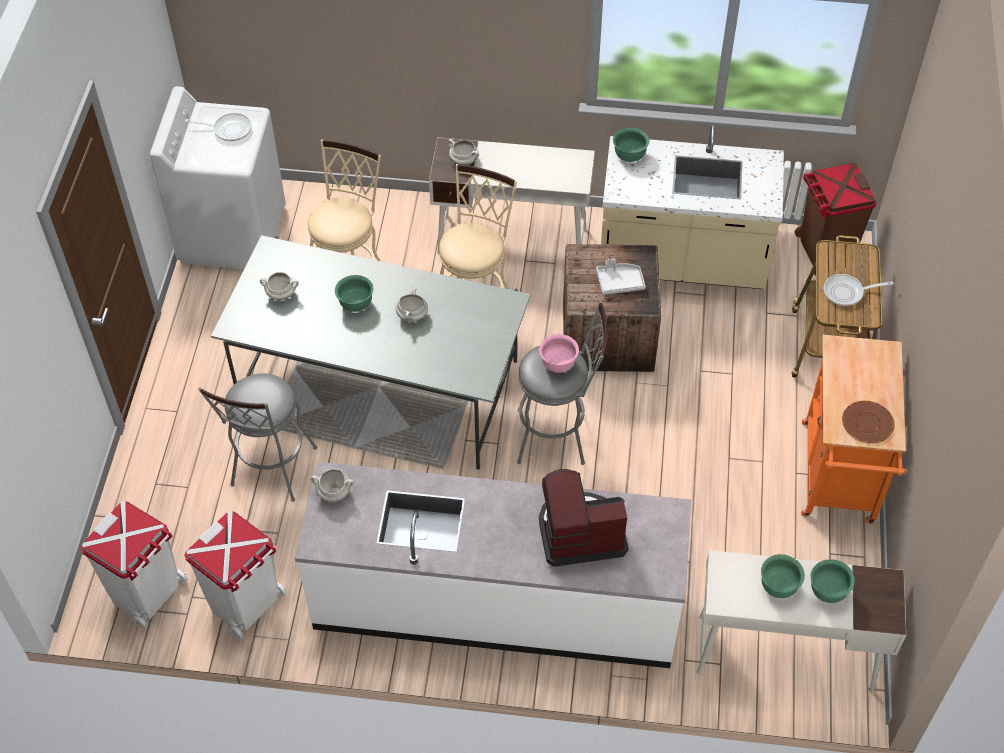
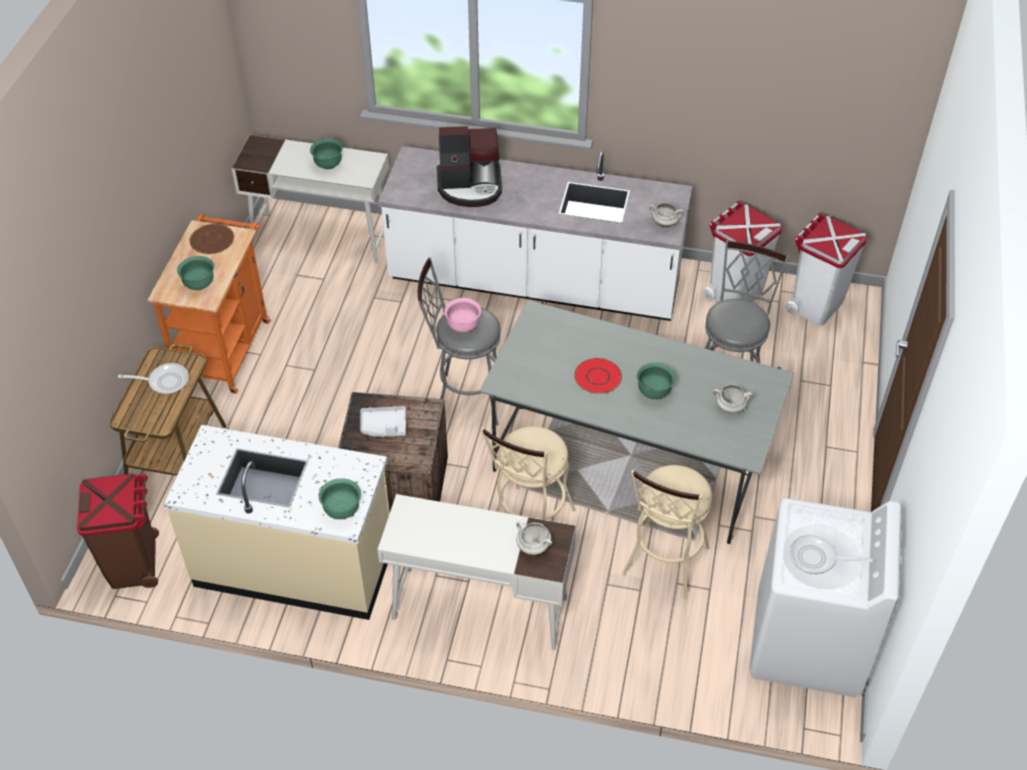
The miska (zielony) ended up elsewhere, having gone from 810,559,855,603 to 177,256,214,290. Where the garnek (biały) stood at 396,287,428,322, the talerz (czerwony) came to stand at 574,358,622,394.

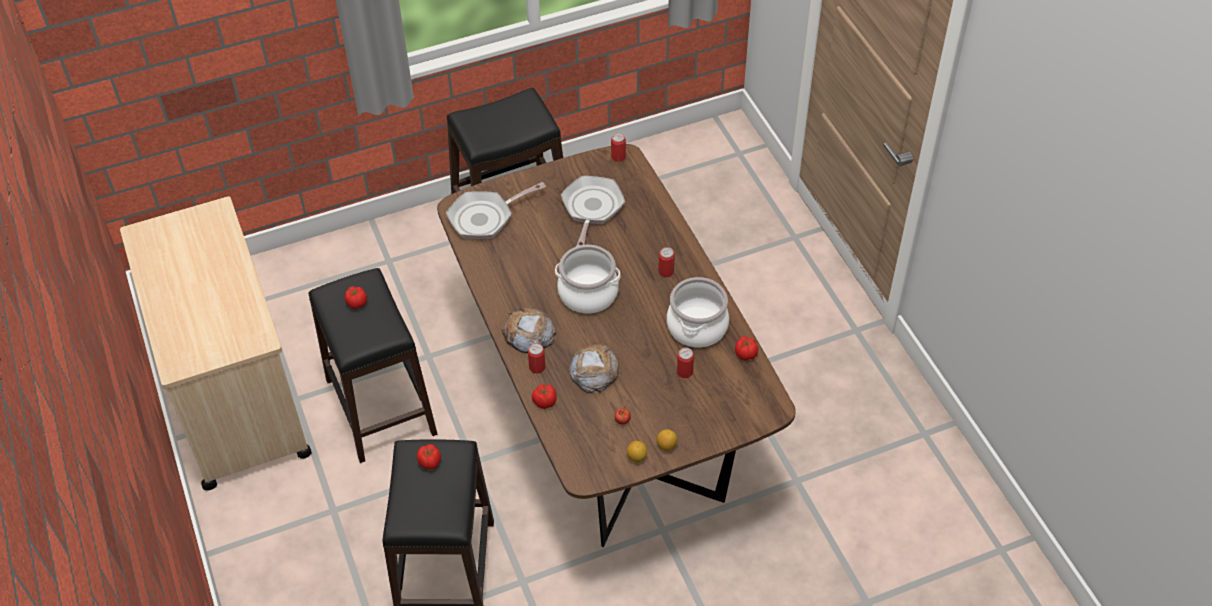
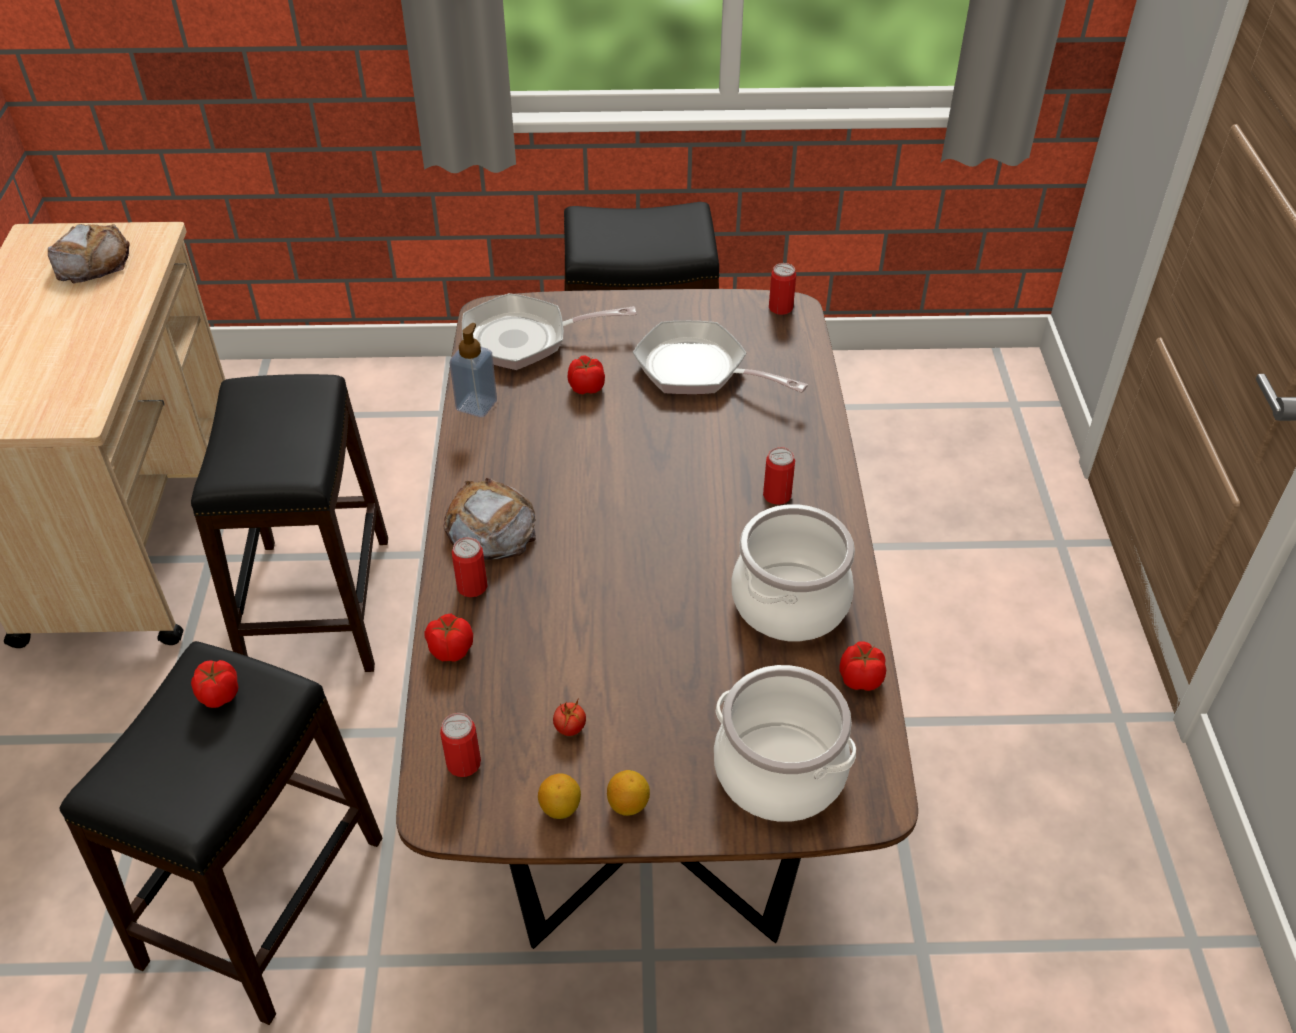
The chleb ended up elsewhere, having gone from 569,343,622,393 to 48,224,130,284. The puszka ended up elsewhere, having gone from 677,348,694,378 to 440,713,481,777. The second view gained the dozownik mydła at 450,323,497,417. The pomidor ended up elsewhere, having gone from 345,286,367,309 to 568,355,605,394. The patelnia at 561,176,625,246 ended up facing another way, 90 degrees counterclockwise from before. The garnek ended up elsewhere, having gone from 555,245,621,313 to 714,665,856,822.

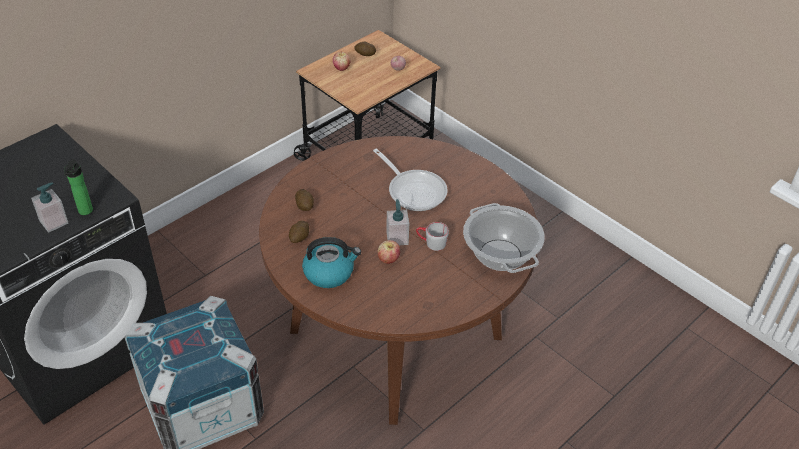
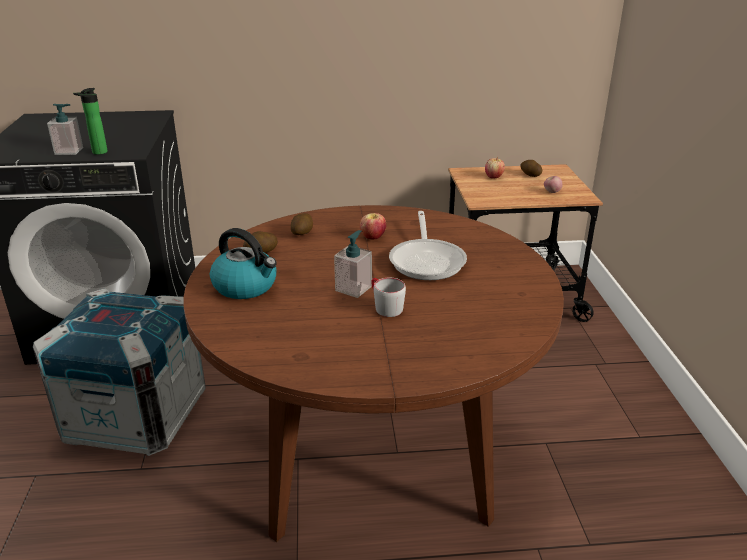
The jabłko ended up elsewhere, having gone from 378,240,400,264 to 360,213,386,240. The second view lost the garnek at 463,203,545,273.

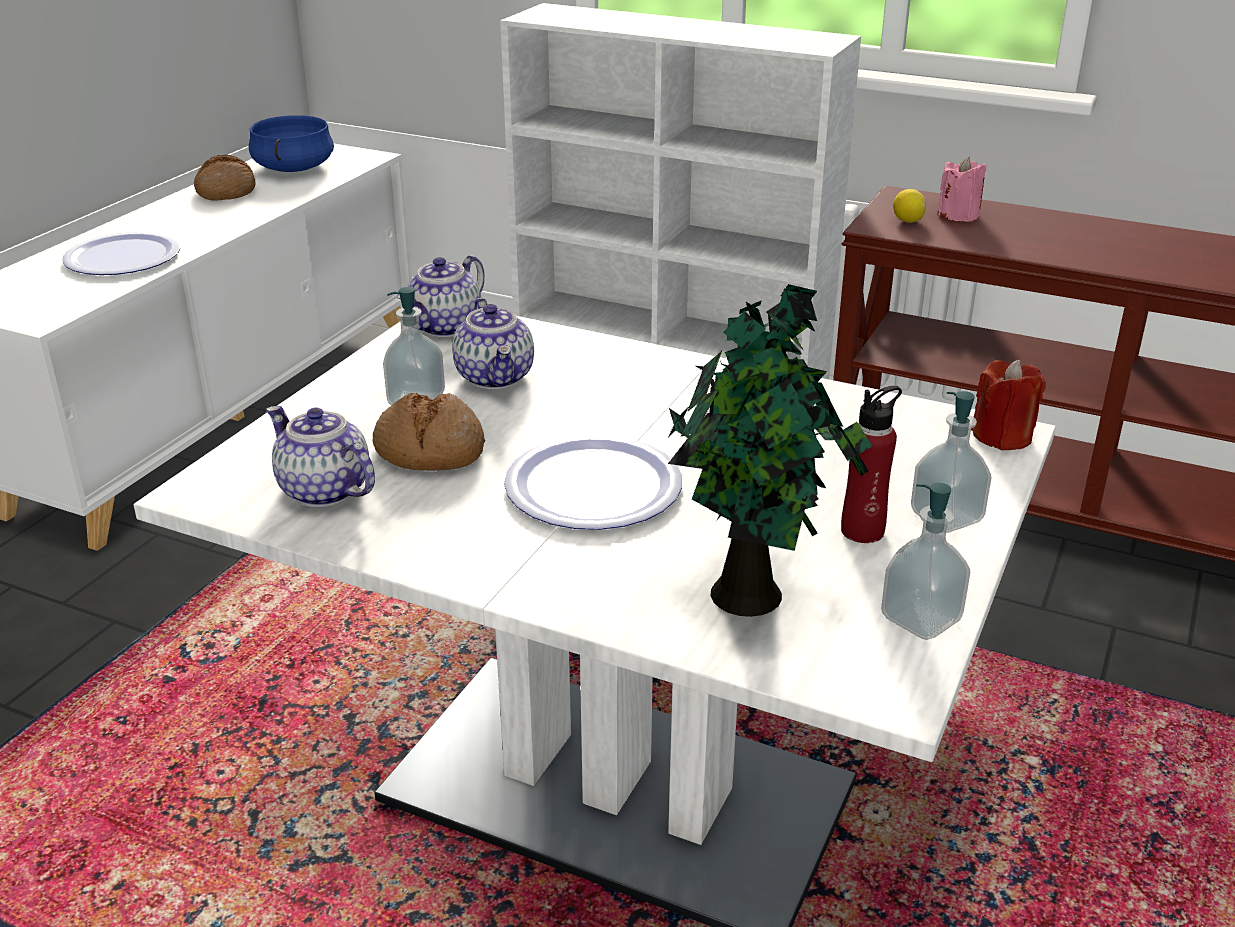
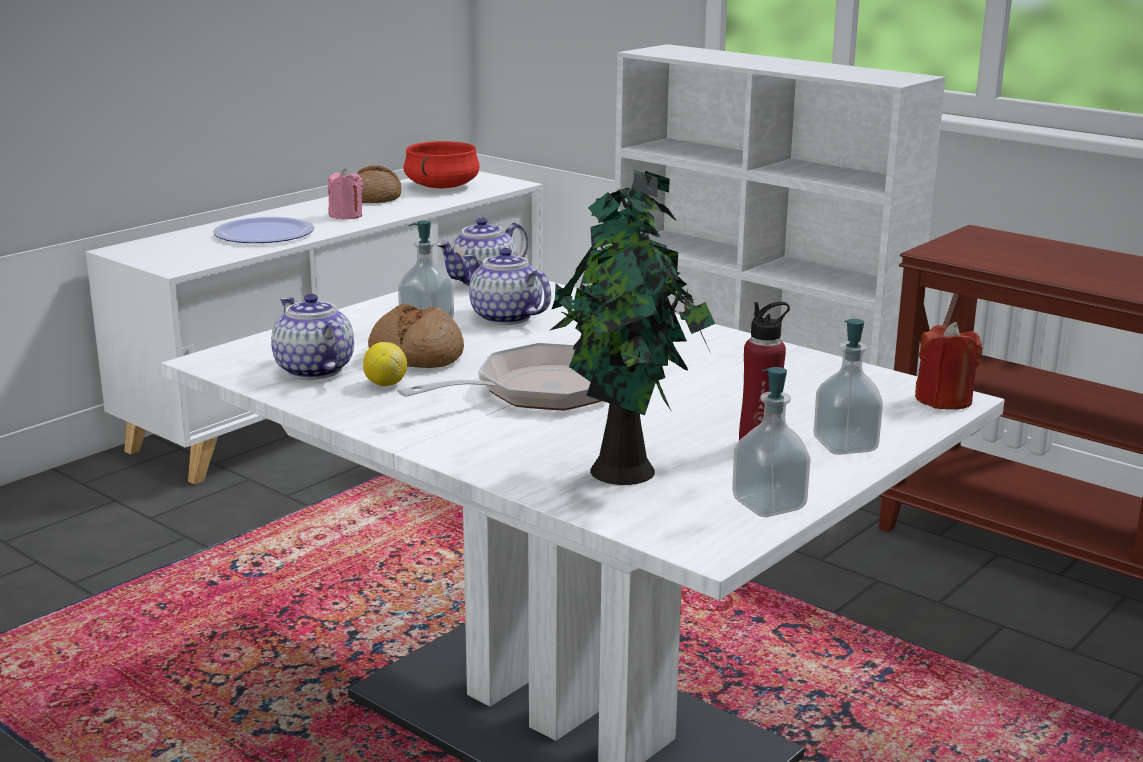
The świeca (różowy) ended up elsewhere, having gone from 937,156,987,222 to 328,168,363,220. The cytryna ended up elsewhere, having gone from 893,189,926,223 to 363,342,407,386. Where the talerz stood at 504,435,682,530, the patelnia came to stand at 397,343,601,410. What was the garnek (niebieski) at 249,115,334,172 turned into the garnek (czerwony) at 404,141,479,188. The imbryk at 452,298,534,389 ended up facing another way, 135 degrees clockwise from before.

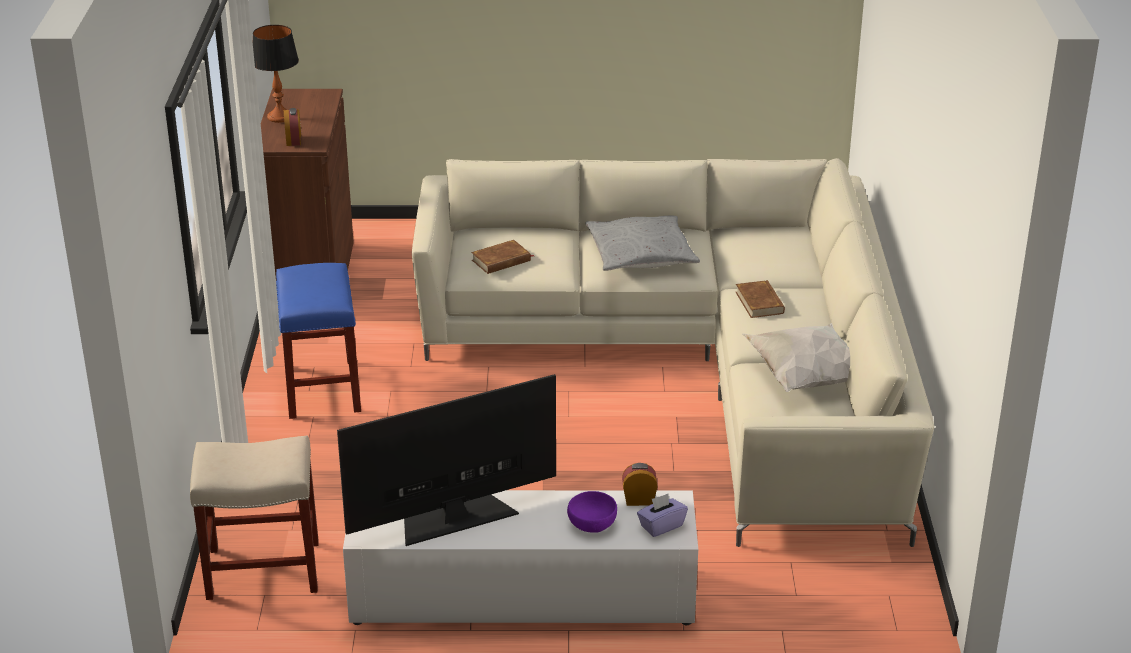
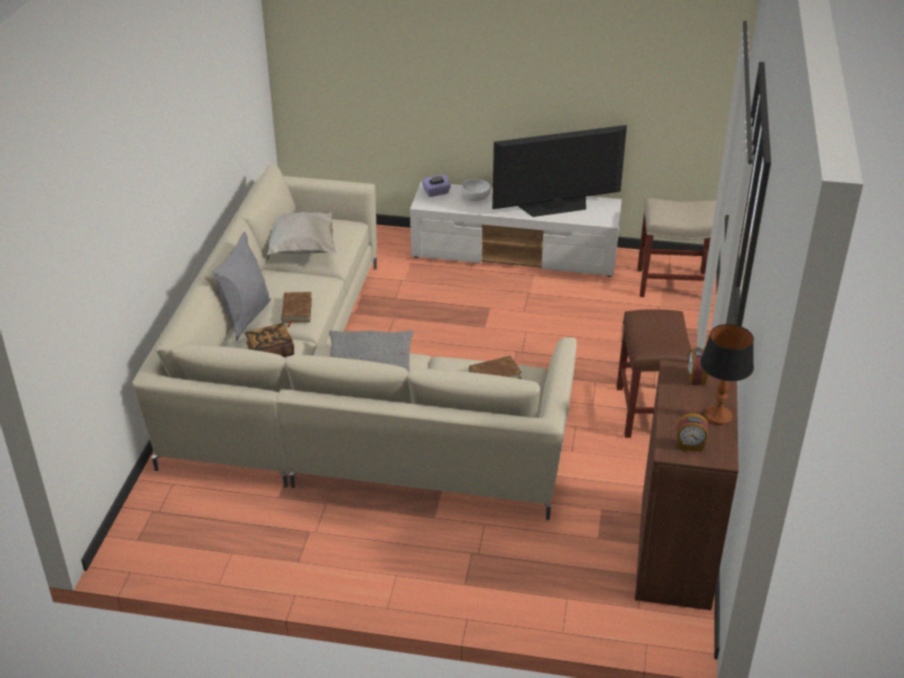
The second view gained the poduszka (szary) at 211,231,271,341. The second view gained the książka at 245,323,294,357. What was the miska (fioletowy) at 567,491,617,533 turned into the miska (biały) at 462,179,491,201. What was the stołek (niebieski) at 276,263,361,419 turned into the stołek (brązowy) at 616,309,691,438. The budzik ended up elsewhere, having gone from 622,463,658,506 to 677,413,708,452.

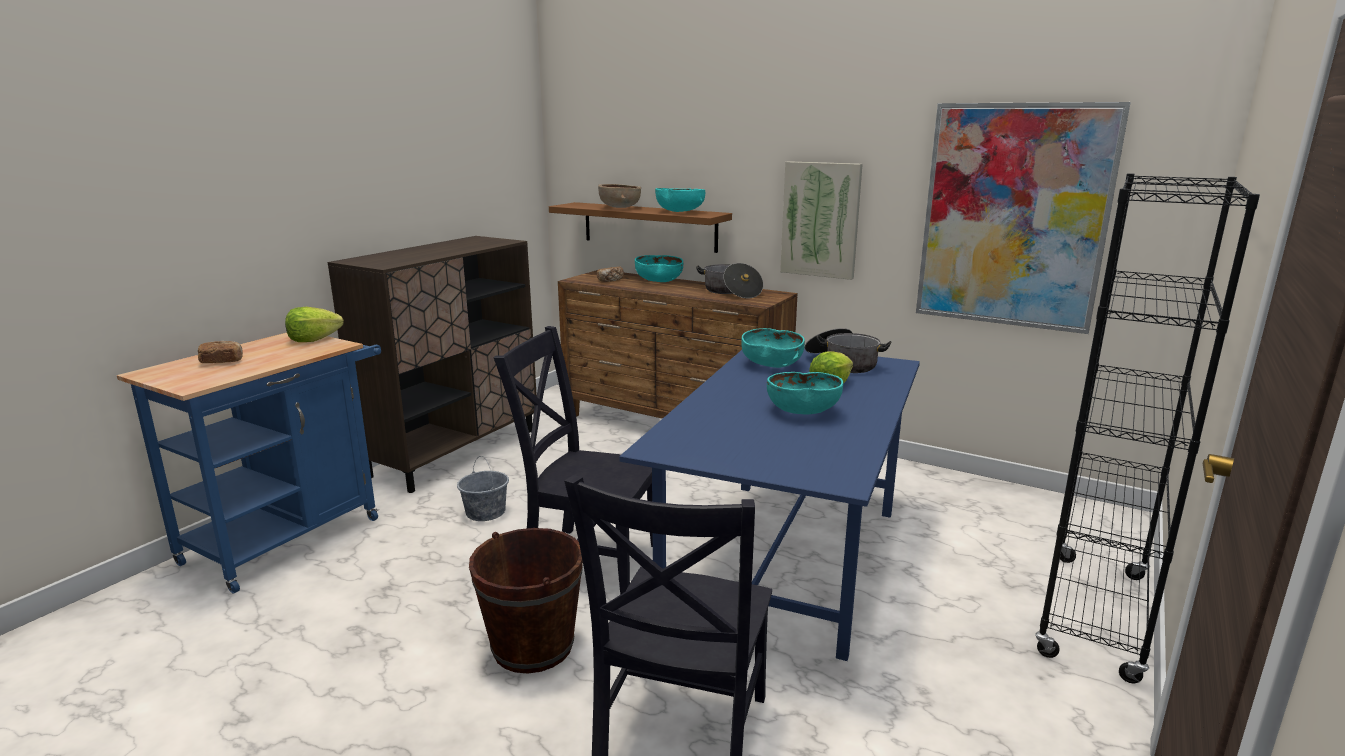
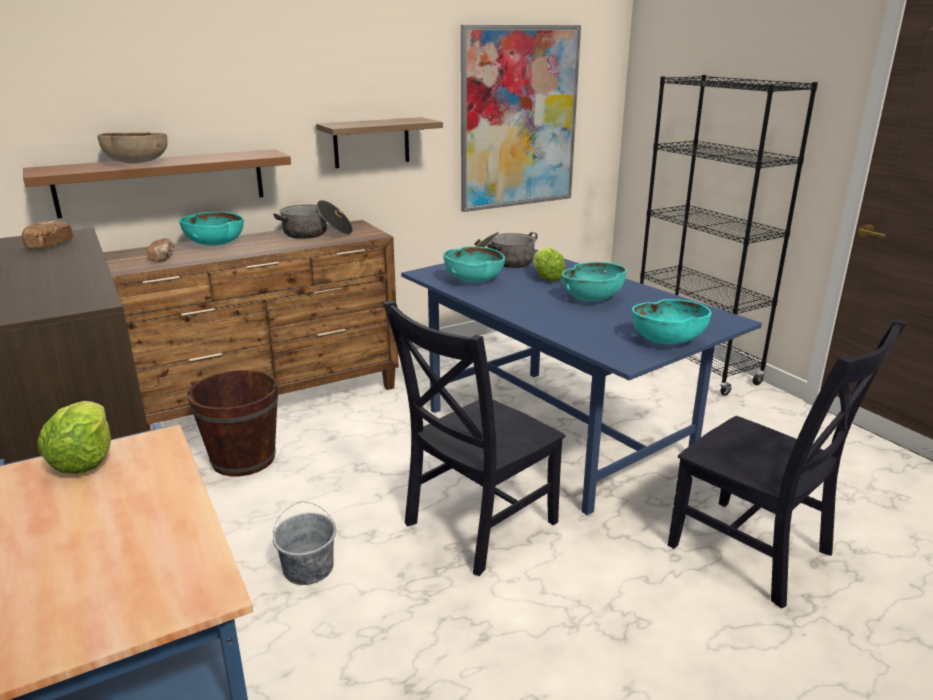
The chleb ended up elsewhere, having gone from 198,341,243,363 to 22,221,73,250. The wiadro (brązowy) ended up elsewhere, having gone from 469,528,583,674 to 187,370,278,476. Where the obraz hung at 780,161,863,280, the półka came to hang at 316,117,443,168. The miska (turkusowy) ended up elsewhere, having gone from 655,188,705,212 to 632,299,712,344.

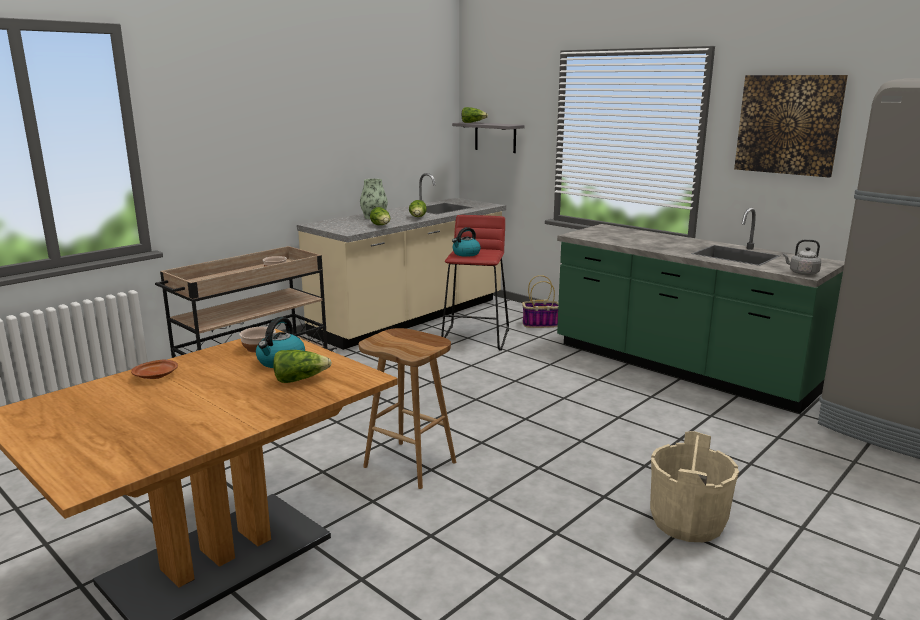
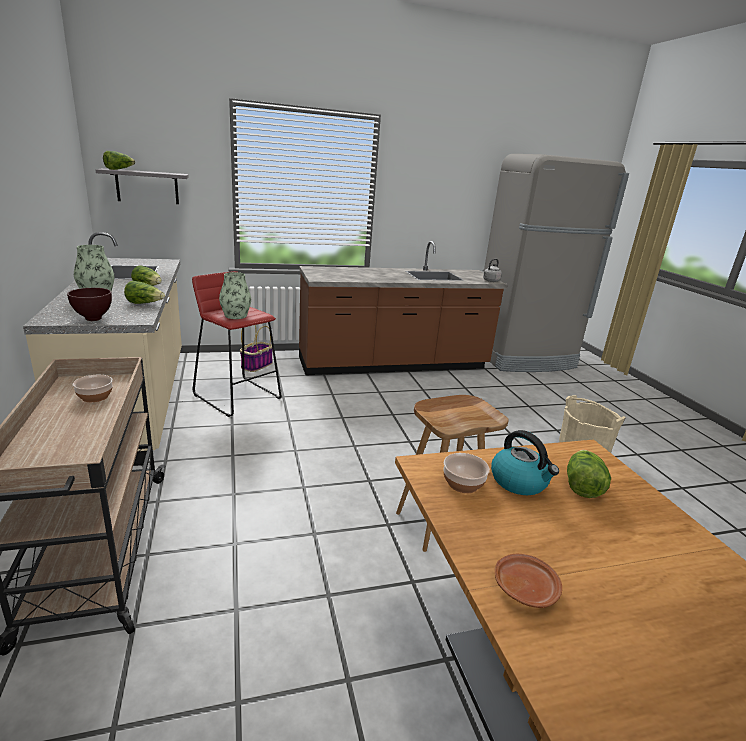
The second view gained the miska (brązowy) at 67,288,112,321. Where the czajnik stood at 452,227,481,257, the wazon came to stand at 219,272,251,319. What was the zabudowa kuchenna (zielony) at 557,208,845,414 turned into the zabudowa kuchenna (brązowy) at 299,241,508,375. The second view lost the obraz at 734,75,848,177.

